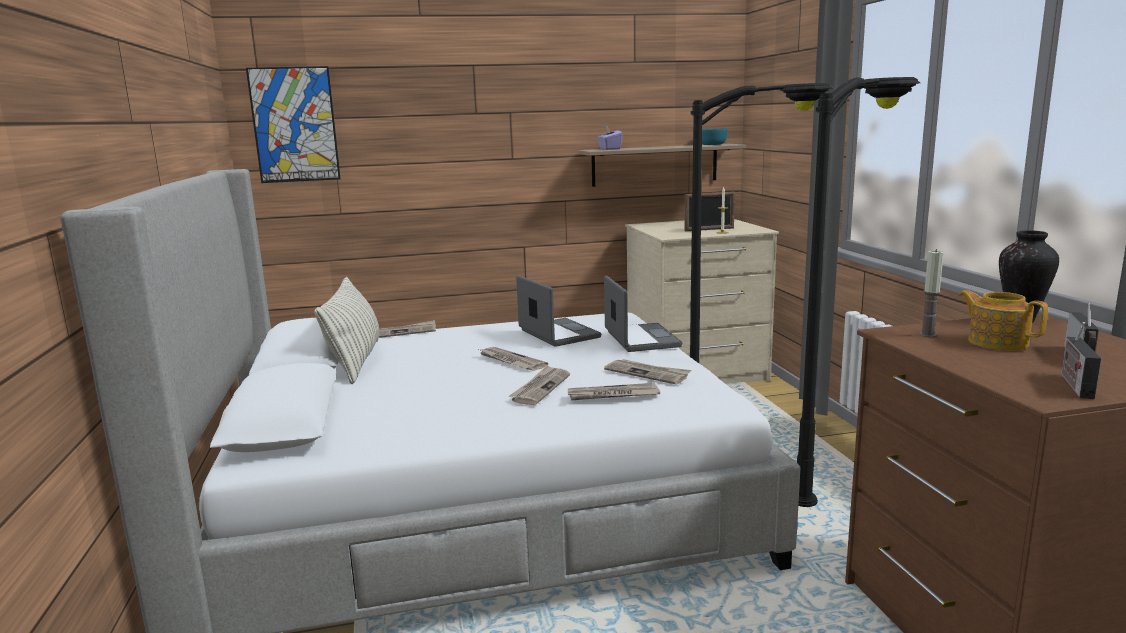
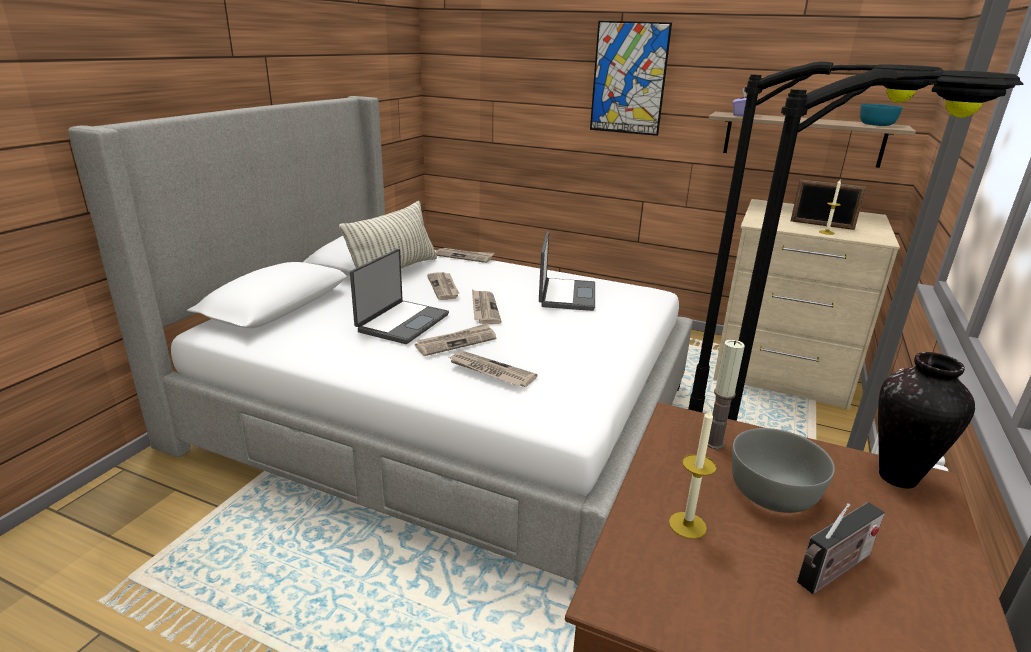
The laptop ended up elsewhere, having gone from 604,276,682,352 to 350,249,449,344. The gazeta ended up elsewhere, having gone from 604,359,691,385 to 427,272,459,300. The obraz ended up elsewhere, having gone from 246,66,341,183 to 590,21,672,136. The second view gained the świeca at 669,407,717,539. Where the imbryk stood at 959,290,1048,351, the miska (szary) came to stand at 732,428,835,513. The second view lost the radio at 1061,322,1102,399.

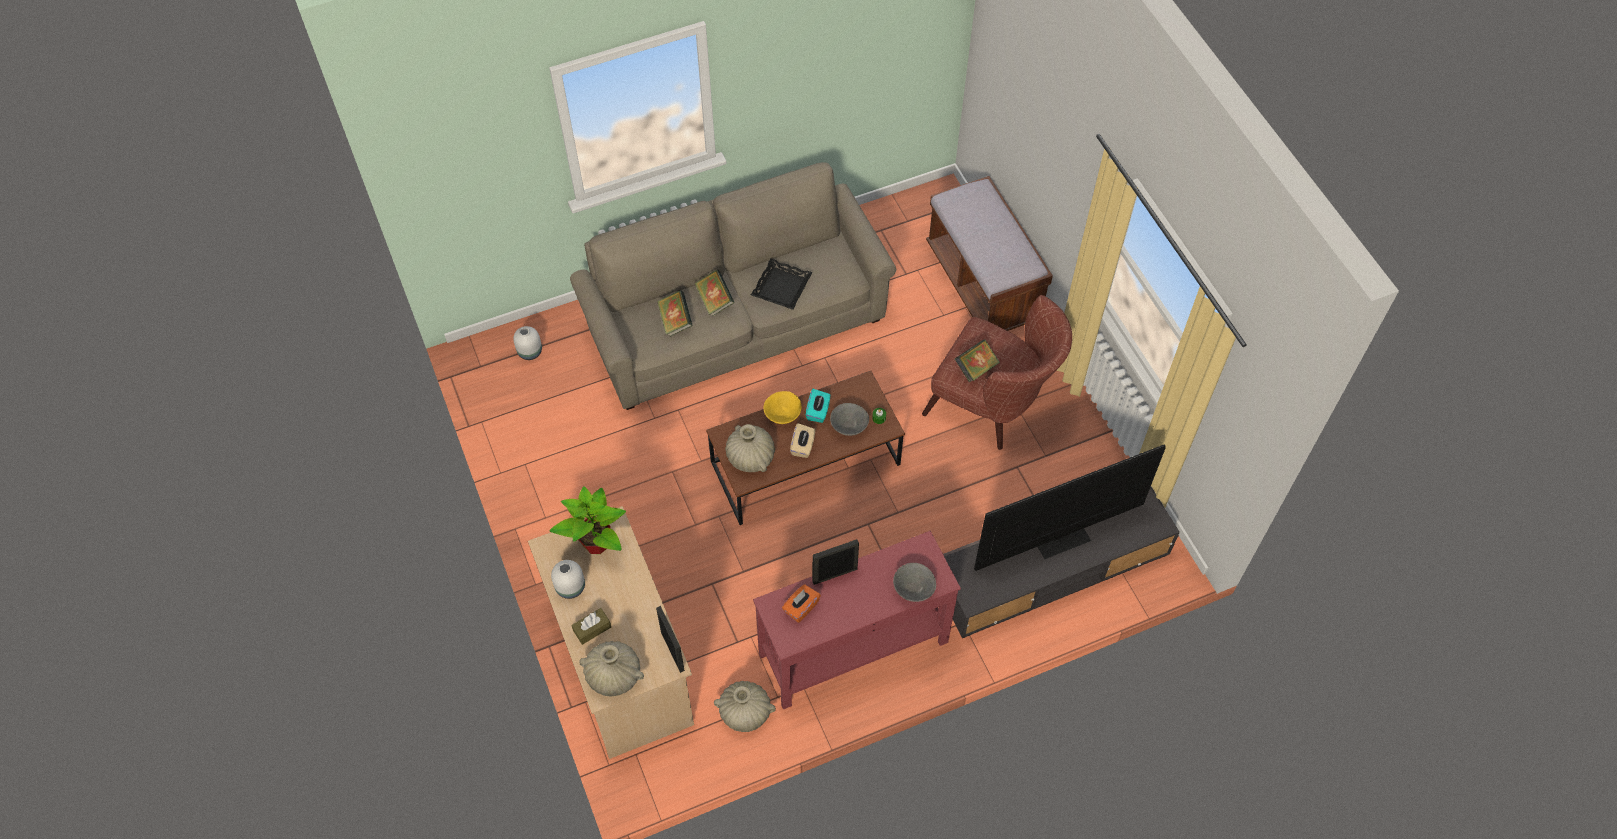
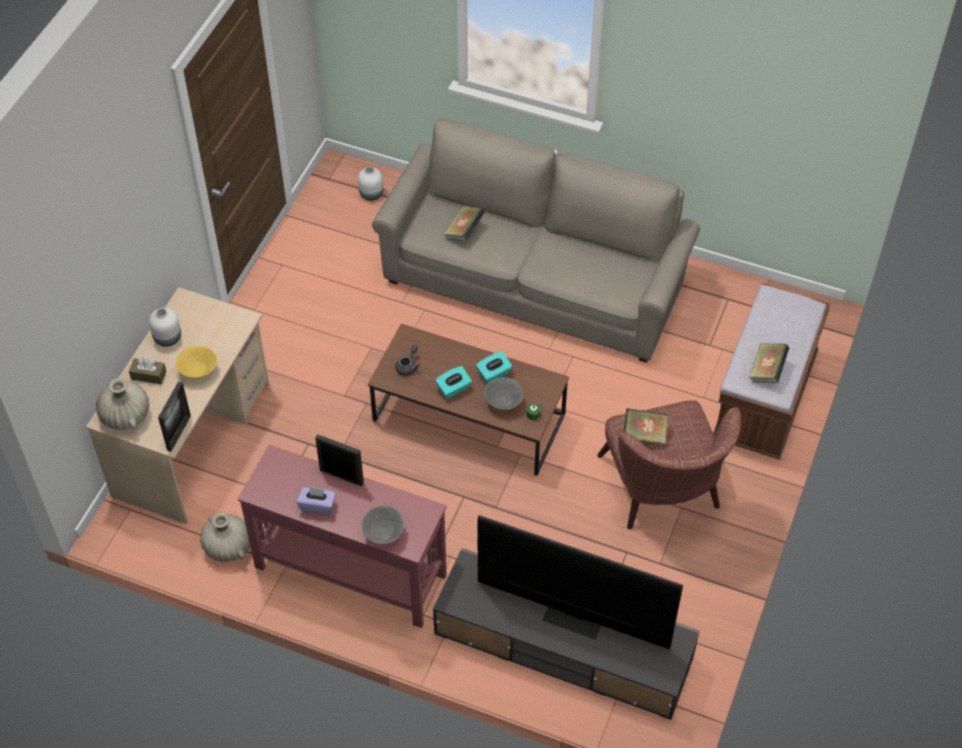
The miska (żółty) ended up elsewhere, having gone from 764,391,801,424 to 176,346,217,379. The second view gained the pudełko chusteczek (fioletowy) at 297,487,336,515. Where the wazon (beżowy) stood at 725,424,775,472, the imbryk (szary) came to stand at 395,345,420,376. What was the pudełko chusteczek (beżowy) at 790,423,815,458 turned into the pudełko chusteczek (turkusowy) at 435,366,472,399. The książka ended up elsewhere, having gone from 695,270,735,316 to 749,343,789,383. The second view lost the roślina doniczkowa at 550,486,626,554. The second view lost the taca (czarny) at 751,258,813,310. The second view lost the pudełko chusteczek (pomarańczowy) at 782,584,821,623.

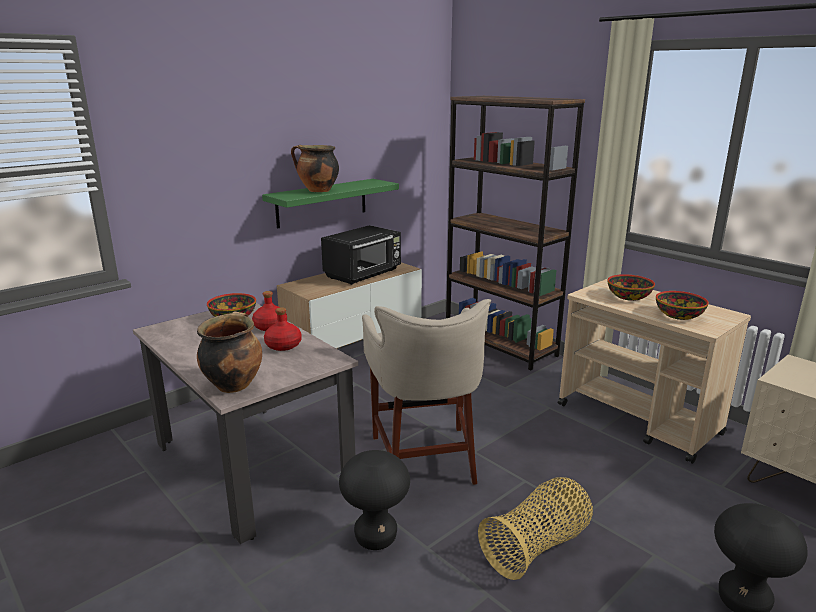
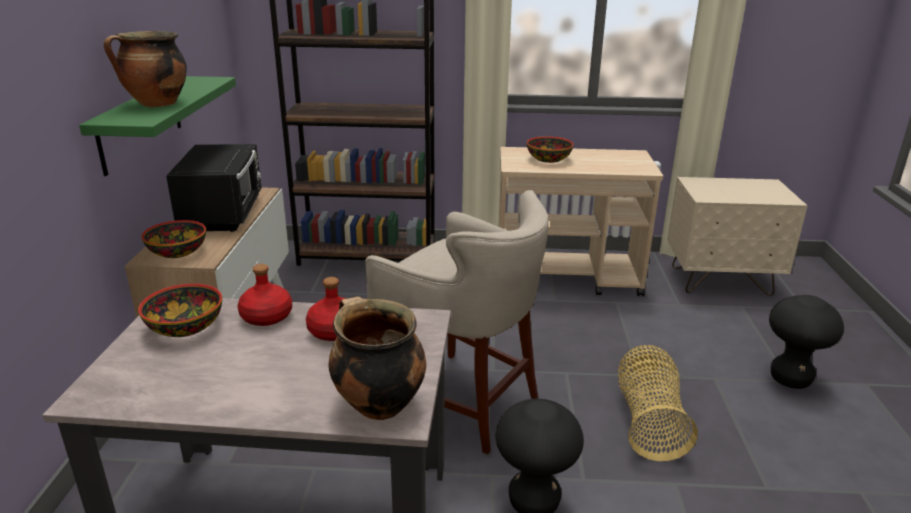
The miska ended up elsewhere, having gone from 656,291,709,320 to 141,220,206,258.

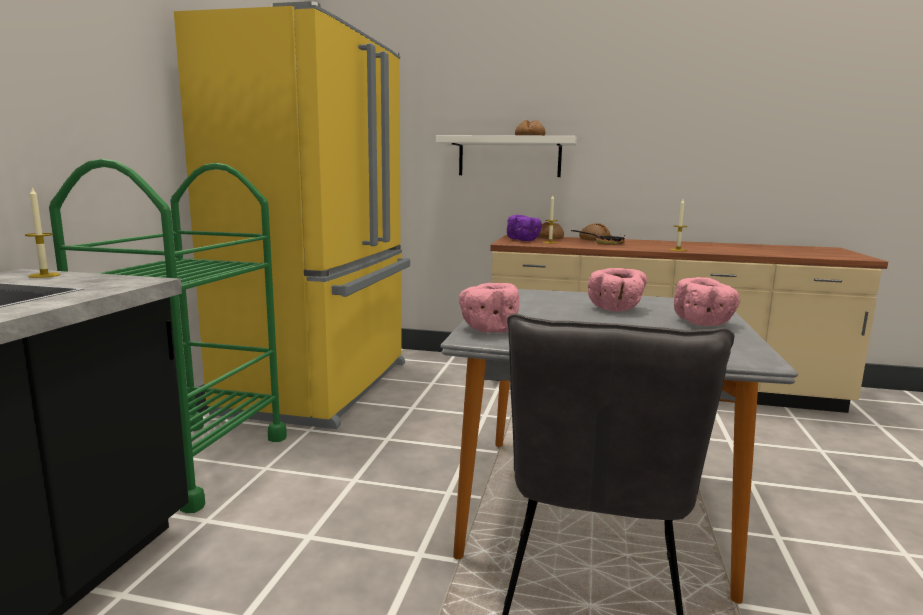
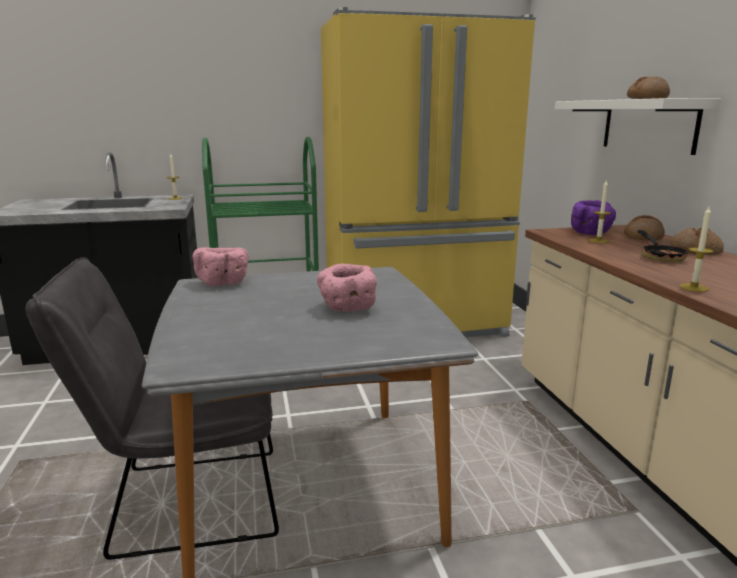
The second view lost the miska (różowy) at 674,277,740,326.

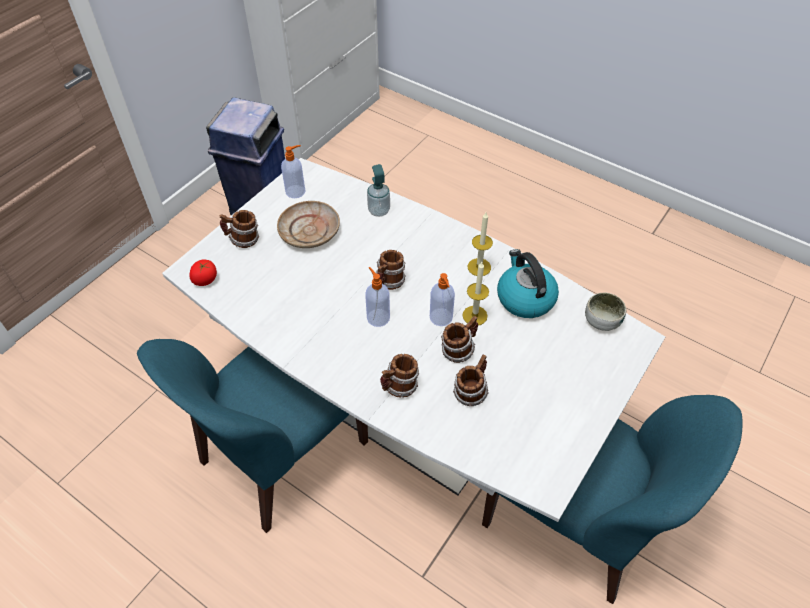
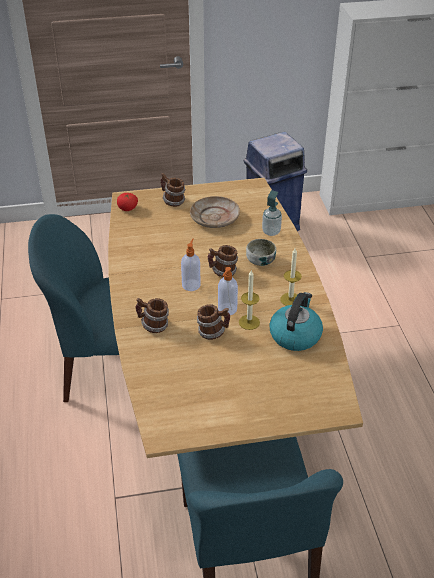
What was the stół jadalny (biały) at 162,158,665,522 turned into the stół jadalny (brązowy) at 108,178,363,458. The miska ended up elsewhere, having gone from 585,292,626,331 to 246,239,276,266. The second view lost the dozownik mydła at 281,145,305,198. The second view lost the kubek at 453,354,489,406.

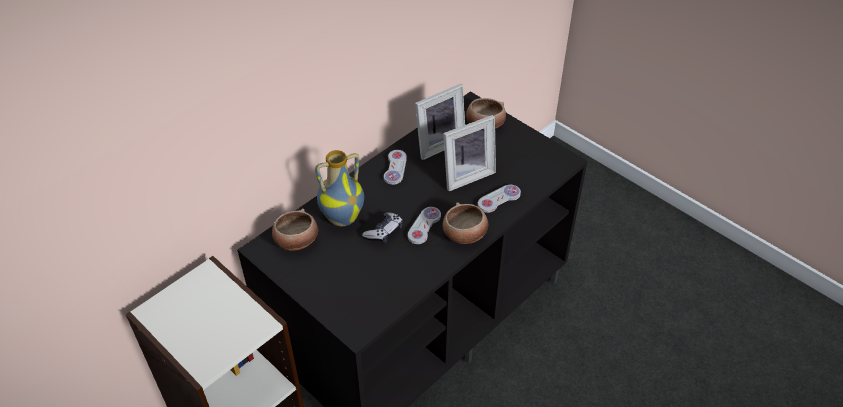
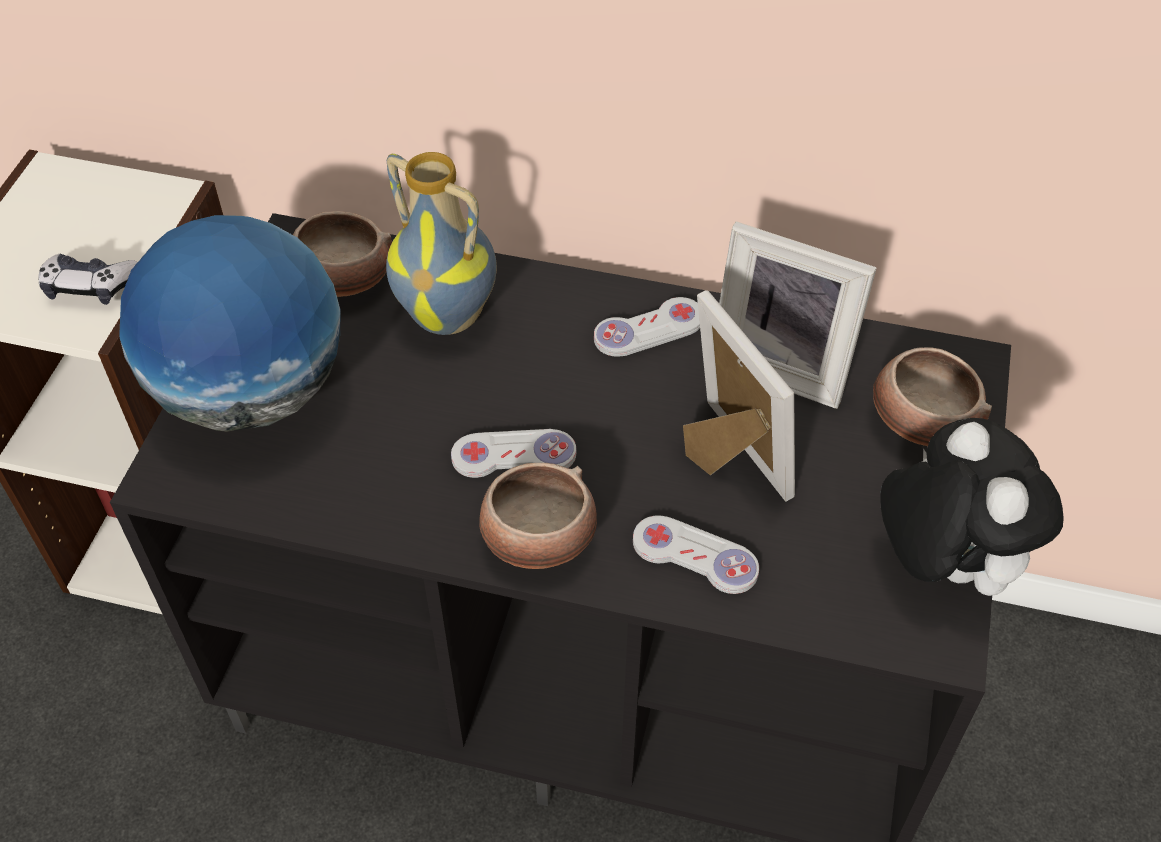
The pad do gier ended up elsewhere, having gone from 362,212,403,243 to 38,253,138,305. The second view gained the globus at 119,215,341,432. The ramka na zdjęcie at 443,115,496,191 ended up facing another way, 150 degrees counterclockwise from before. The second view gained the pluszak at 880,418,1064,596.

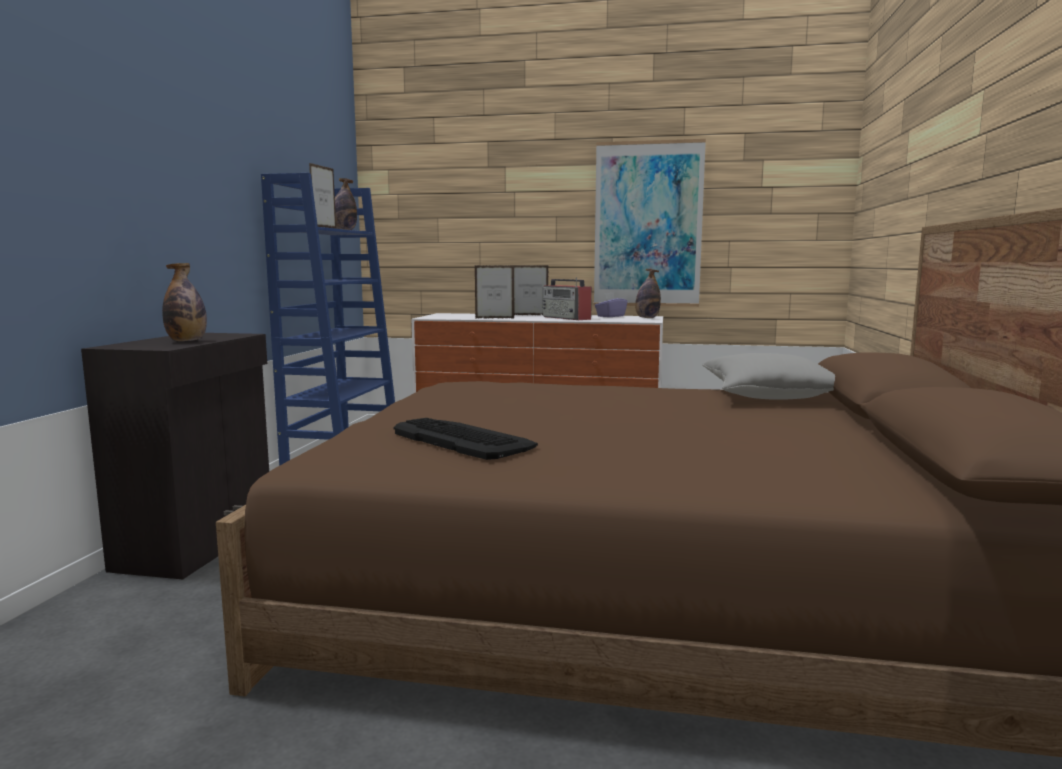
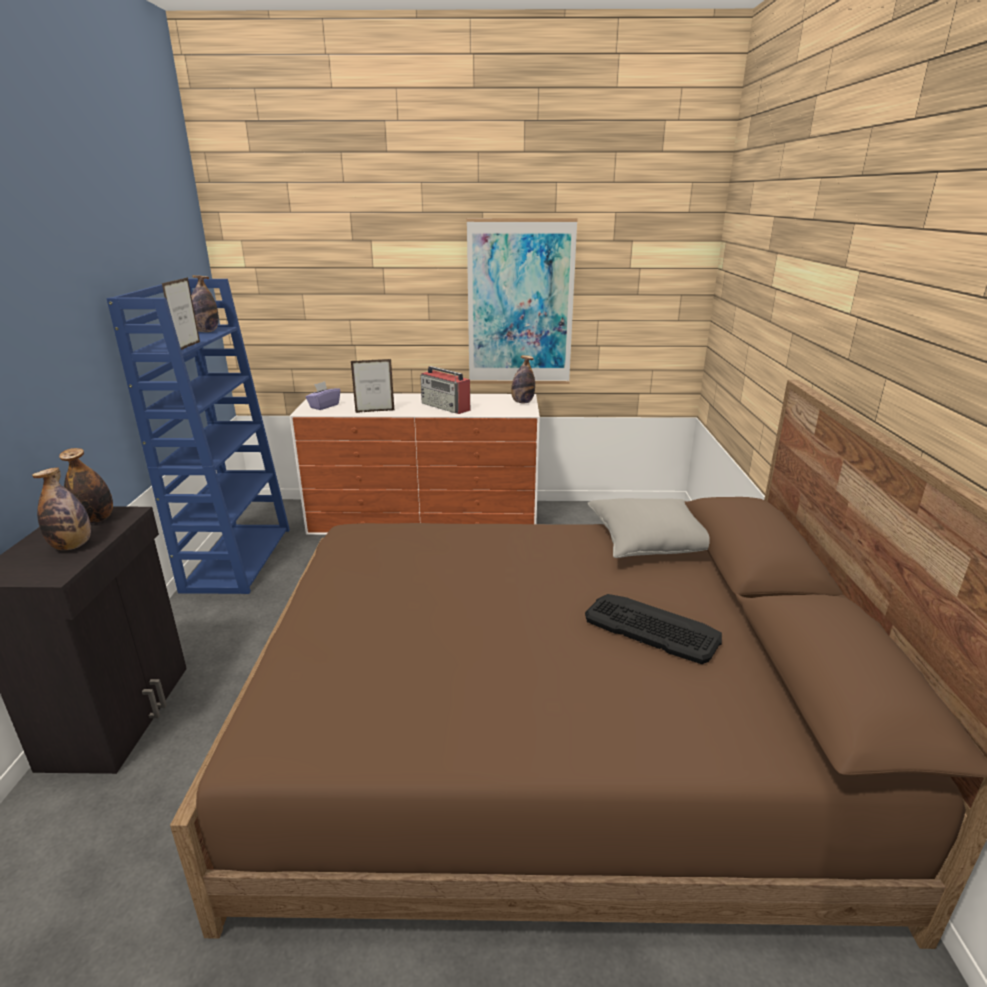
The second view gained the butelka at 59,448,113,524. The pudełko chusteczek (fioletowy) ended up elsewhere, having gone from 595,293,628,317 to 306,381,340,410. The klawiatura ended up elsewhere, having gone from 393,418,538,460 to 585,594,722,664. The second view lost the ramka na zdjęcie at 512,265,549,315.

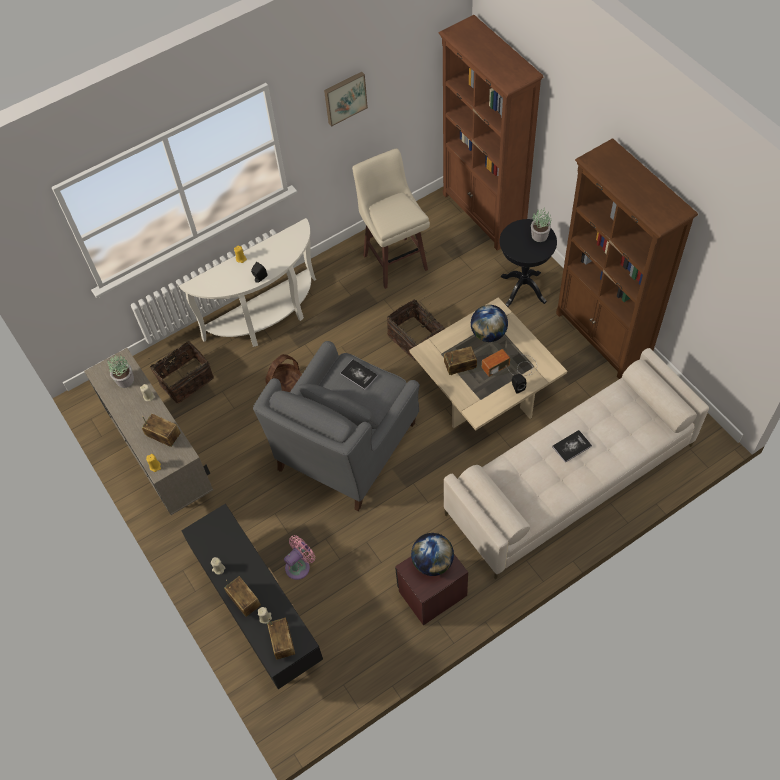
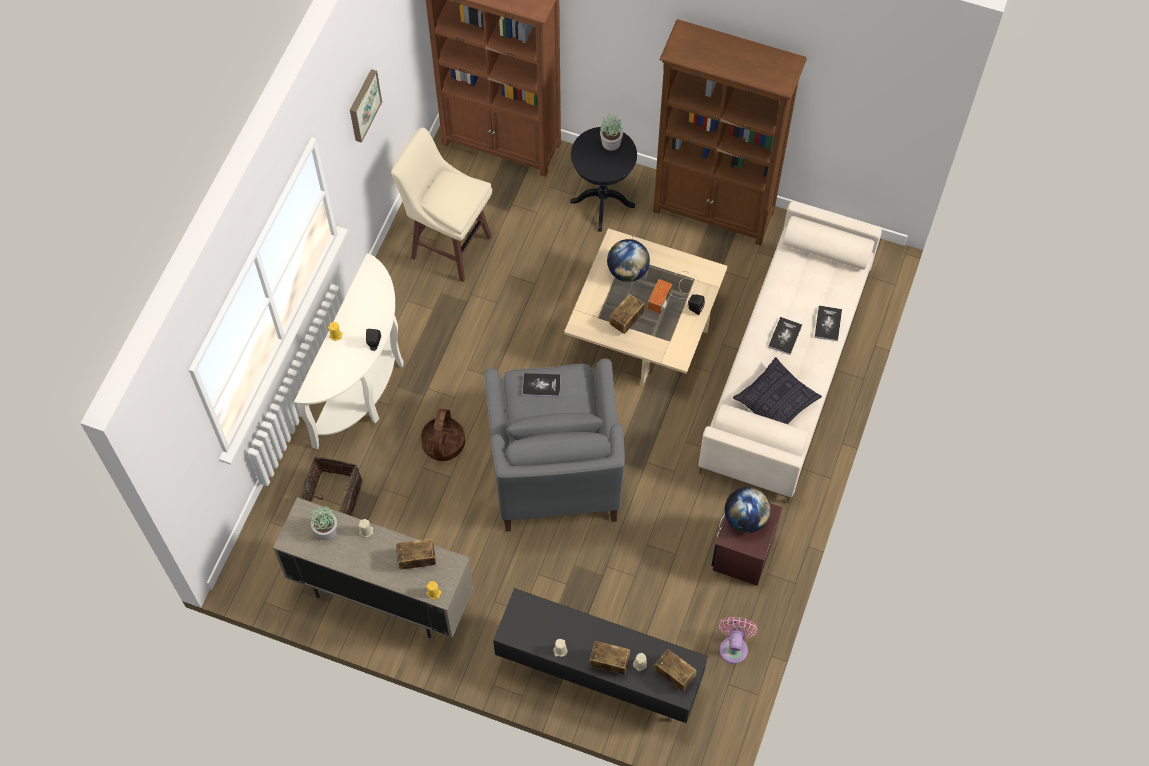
The wentylator (różowy) ended up elsewhere, having gone from 284,535,315,580 to 718,617,758,664. The second view gained the poduszka at 733,357,822,424. The second view gained the książka at 815,306,842,341. The second view lost the koszyk at 387,299,445,361.

